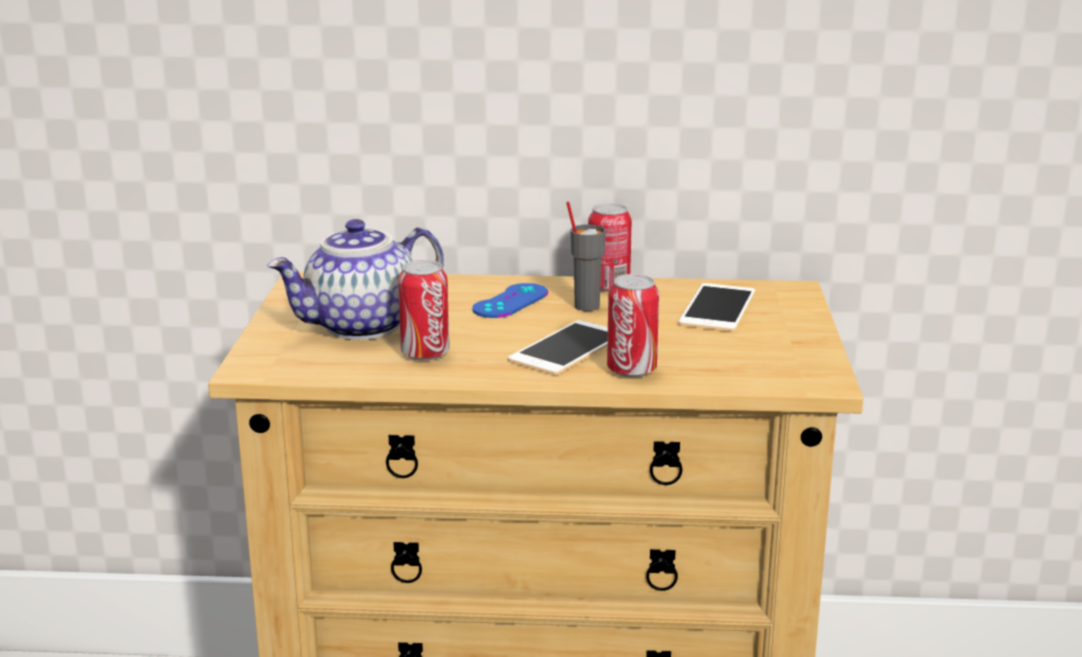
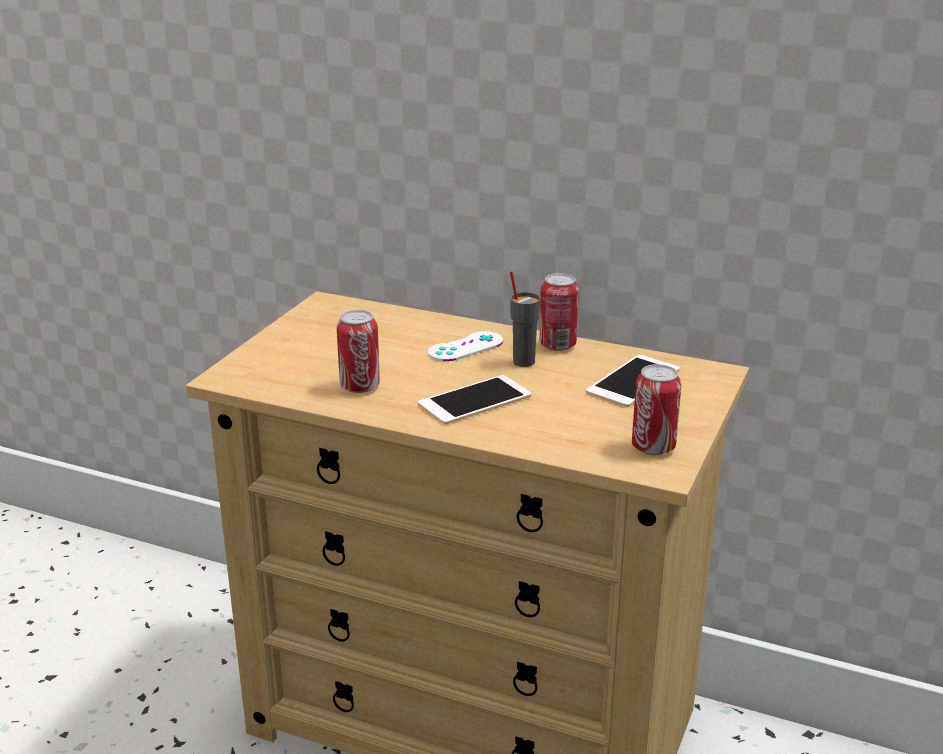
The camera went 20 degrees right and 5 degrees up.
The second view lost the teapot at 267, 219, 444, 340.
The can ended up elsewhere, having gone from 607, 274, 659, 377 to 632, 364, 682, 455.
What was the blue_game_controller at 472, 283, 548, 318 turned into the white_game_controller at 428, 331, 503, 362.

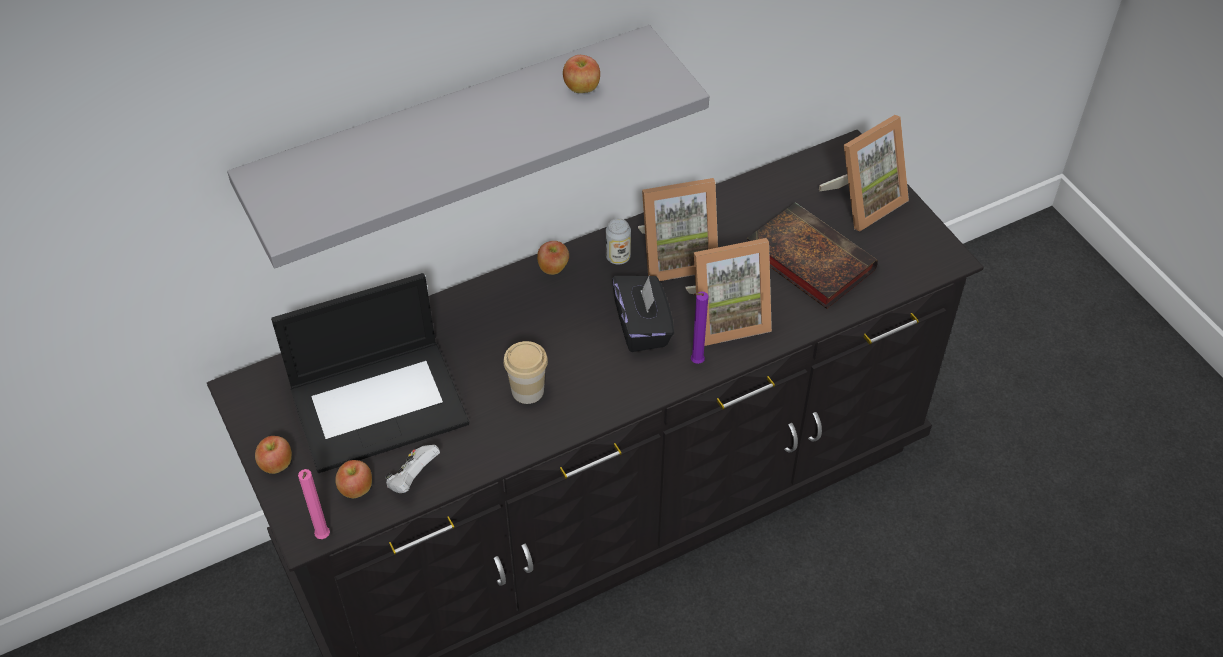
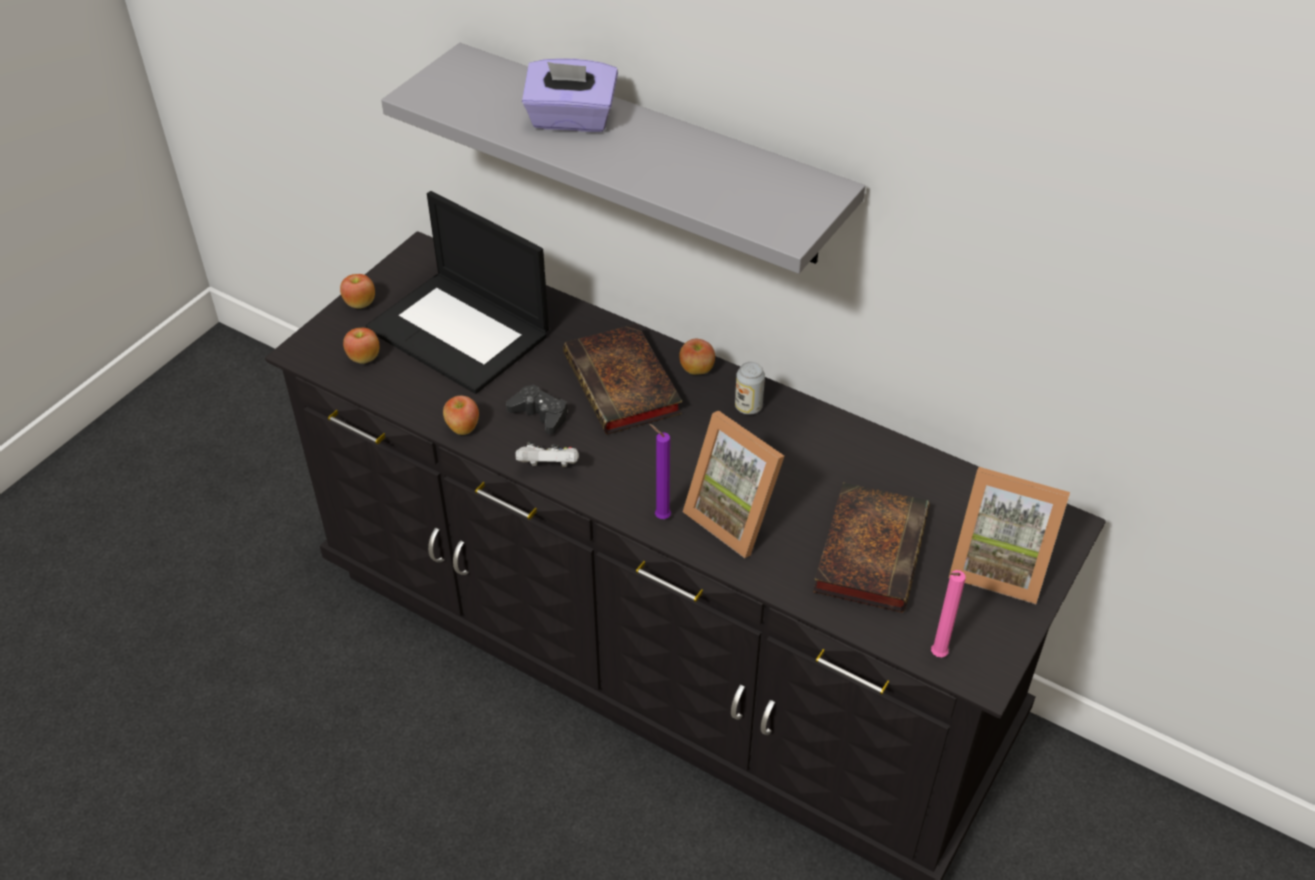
The camera went 60 degrees right and 5 degrees down.
The apple ended up elsewhere, having gone from 563, 55, 600, 93 to 443, 396, 479, 435.
The second view lost the picture_frame at 638, 178, 718, 281.
The second view lost the black_tissue_box at 612, 276, 674, 352.
Where the cup stood at 503, 341, 548, 404, the black_game_controller came to stand at 506, 384, 568, 434.
The white_game_controller ended up elsewhere, having gone from 385, 445, 440, 493 to 515, 442, 579, 467.
The pink_candle ended up elsewhere, having gone from 298, 469, 330, 539 to 931, 570, 966, 657.
The second view gained the purple_tissue_box at 522, 58, 618, 132.
The second view gained the book at 563, 324, 682, 435.

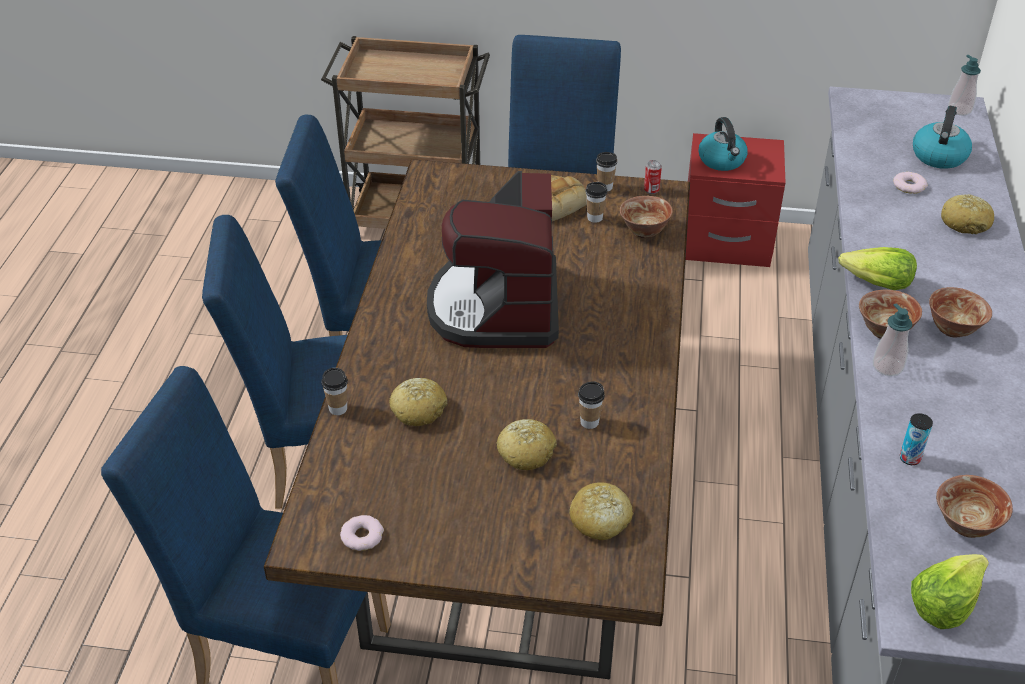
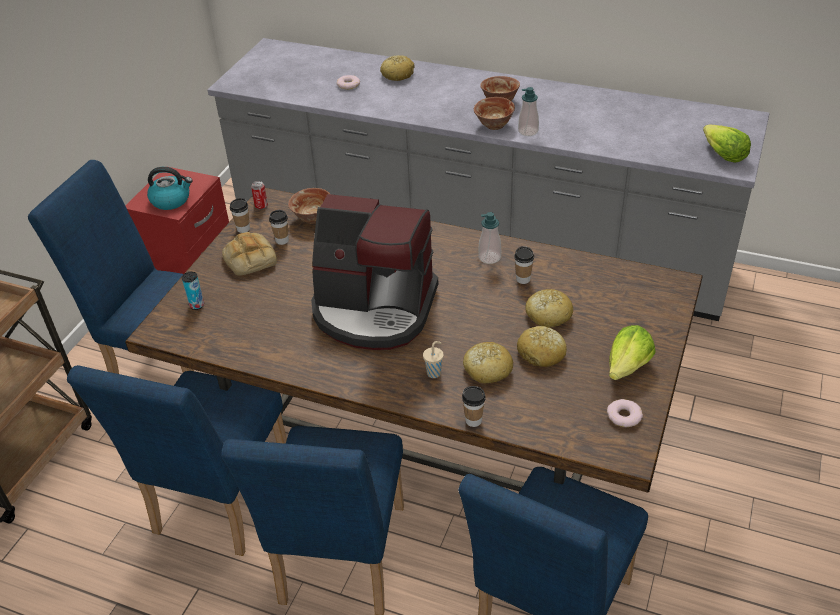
The camera went 75 degrees left and 0 degrees up.
The soap_dispenser ended up elsewhere, having gone from 948, 55, 981, 115 to 478, 212, 501, 264.
The second view lost the kettle at 913, 106, 972, 169.
The lettuce ended up elsewhere, having gone from 839, 247, 917, 290 to 609, 325, 656, 380.
The can ended up elsewhere, having gone from 900, 413, 933, 465 to 182, 272, 204, 310.
The second view lost the bowl at 936, 475, 1013, 538.
The bread ended up elsewhere, having gone from 569, 482, 633, 540 to 517, 326, 567, 367.
The second view gained the beige_cup at 423, 341, 444, 378.

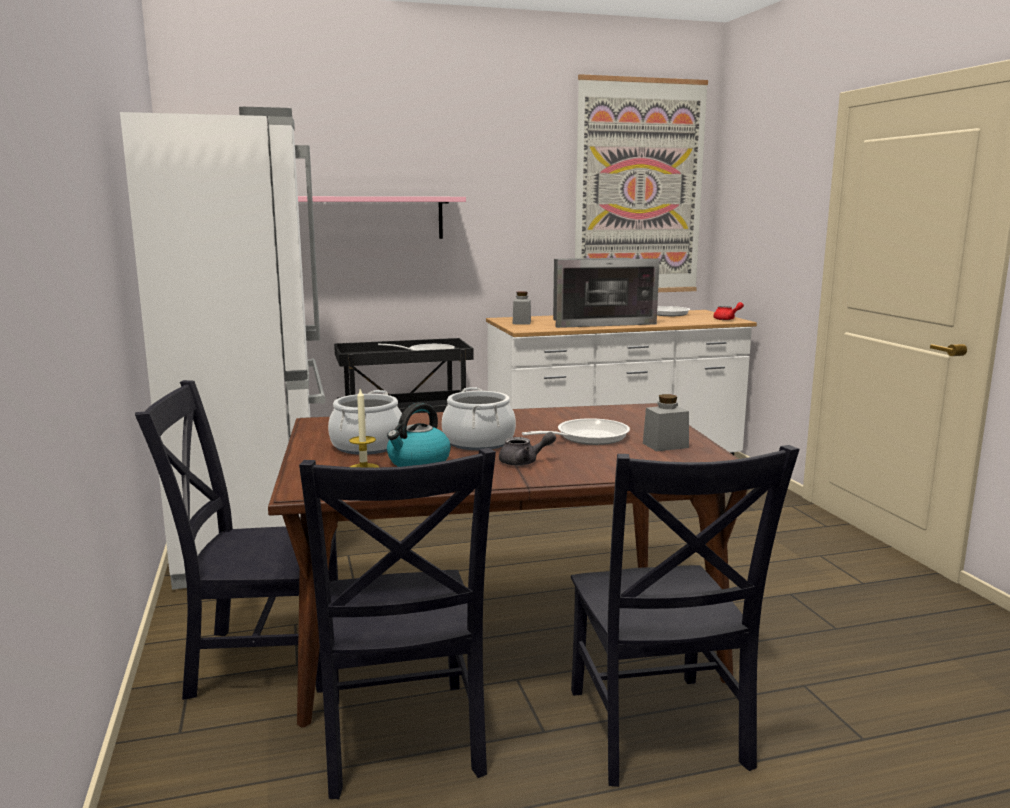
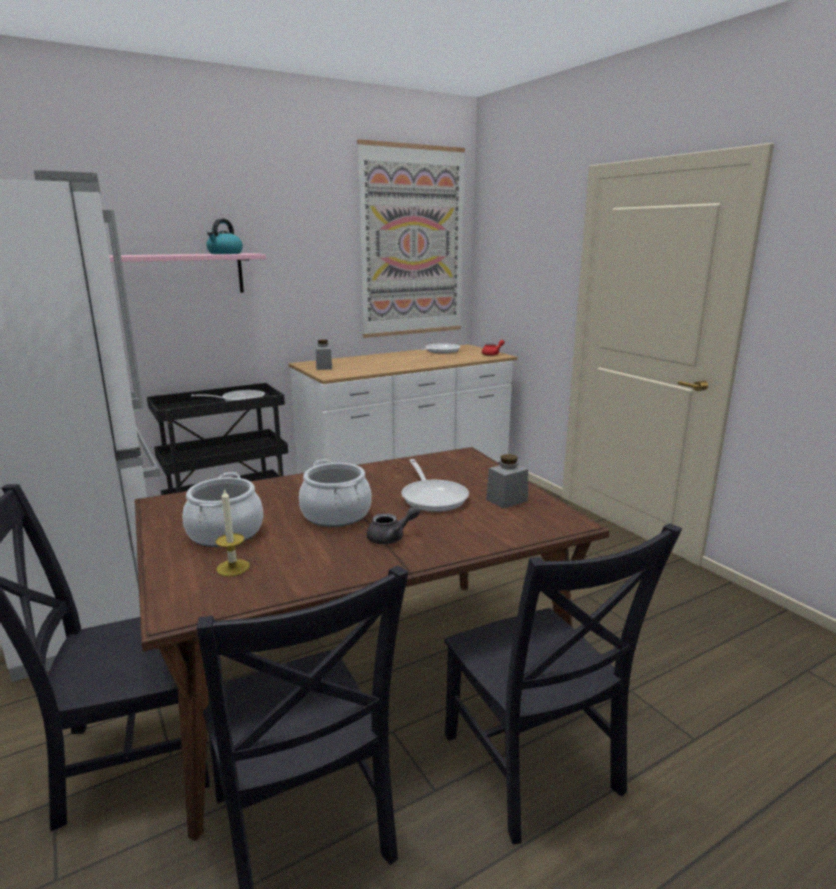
The camera went 15 degrees left and 5 degrees up.
The second view lost the microwave at 553, 258, 660, 328.
The kettle ended up elsewhere, having gone from 387, 403, 451, 467 to 206, 219, 243, 254.
The frying_pan at 522, 418, 630, 445 ended up facing another way, 120 degrees clockwise from before.

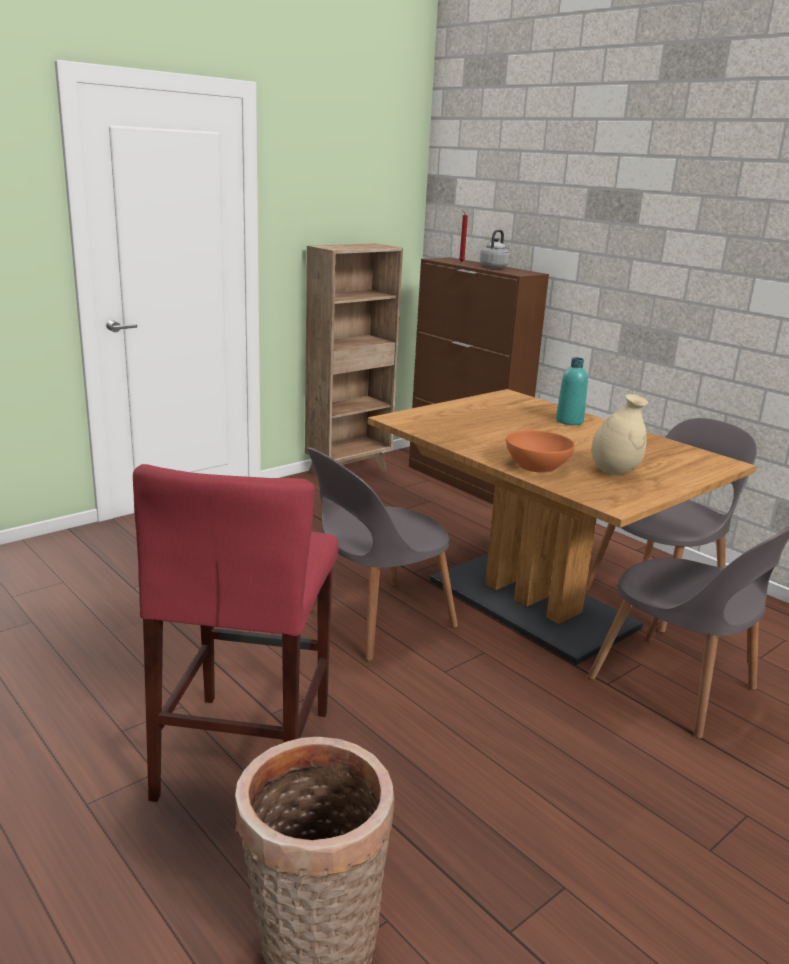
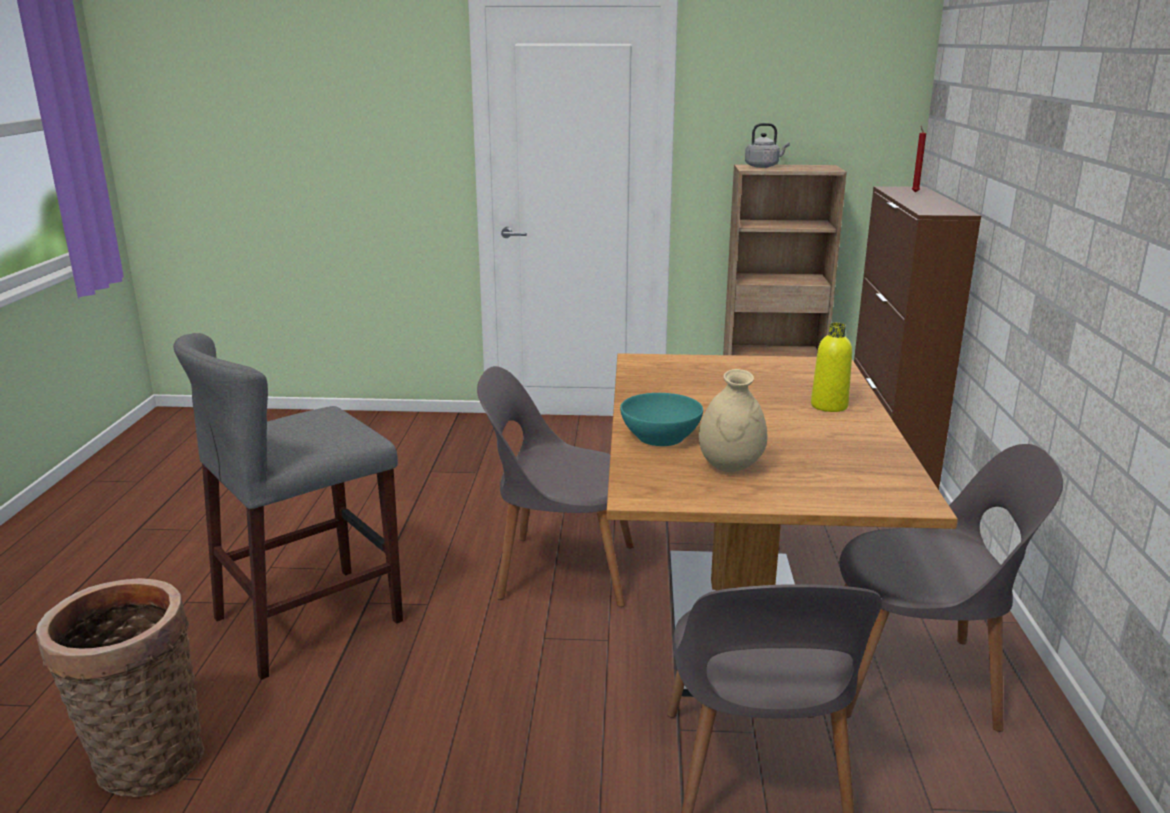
The camera went 45 degrees right and 0 degrees up.
The grey_kettle ended up elsewhere, having gone from 480, 230, 510, 269 to 745, 123, 790, 168.
What was the turquoise_bottle at 556, 357, 588, 425 turned into the yellow_bottle at 811, 323, 852, 412.
What was the orange_bowl at 506, 430, 575, 473 turned into the turquoise_bowl at 620, 393, 703, 446.
What was the red_stool at 133, 464, 339, 802 turned into the grey_stool at 173, 333, 403, 680.

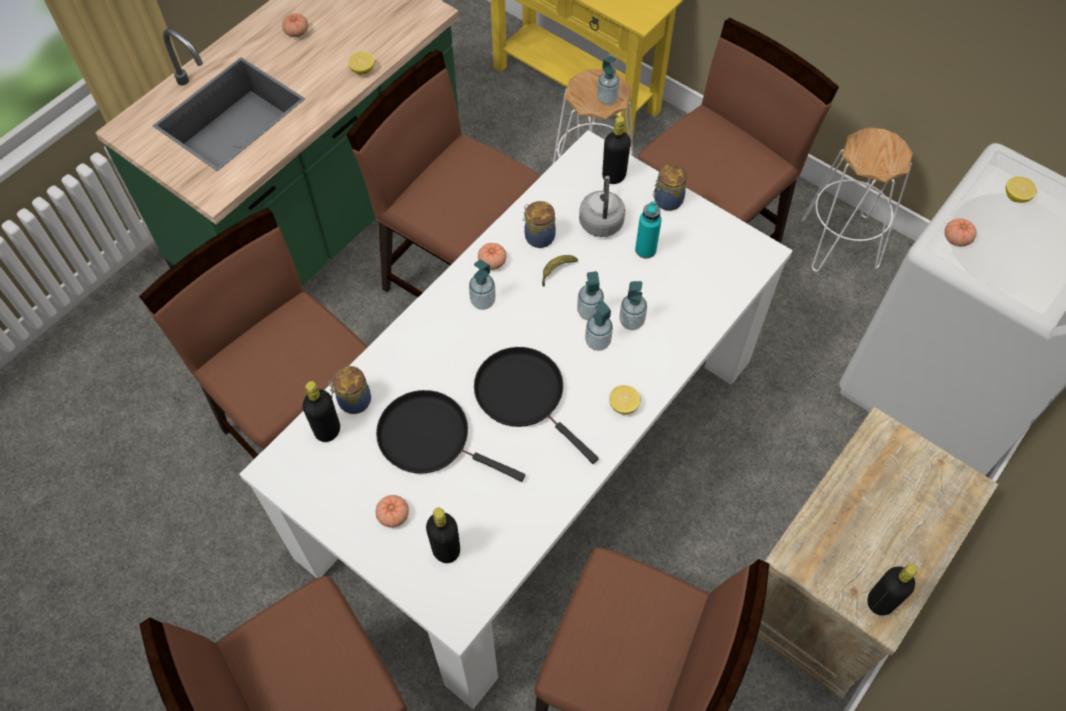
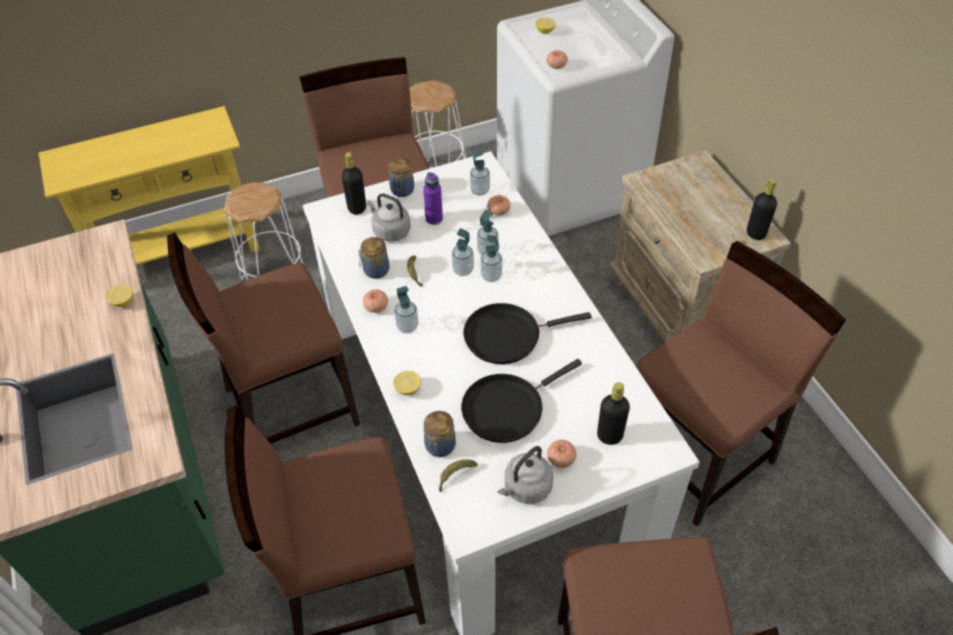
The camera went 60 degrees left and 10 degrees down.
The tomato ended up elsewhere, having gone from 282, 13, 308, 37 to 487, 195, 511, 216.
The soap_dispenser ended up elsewhere, having gone from 597, 56, 620, 105 to 470, 149, 490, 195.
What was the turquoise_bottle at 635, 201, 662, 259 turned into the purple_bottle at 423, 172, 443, 225.
Where the black_bottle stood at 303, 381, 340, 442, the banana came to stand at 439, 459, 478, 492.
The lemon ended up elsewhere, having gone from 609, 385, 641, 414 to 393, 371, 421, 395.
The second view gained the grey_kettle at 498, 446, 553, 504.

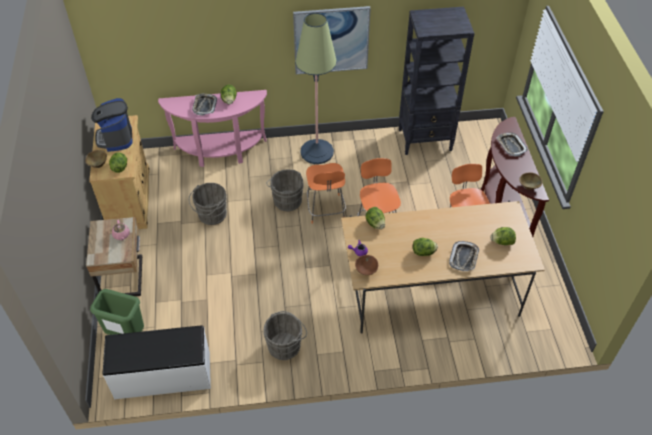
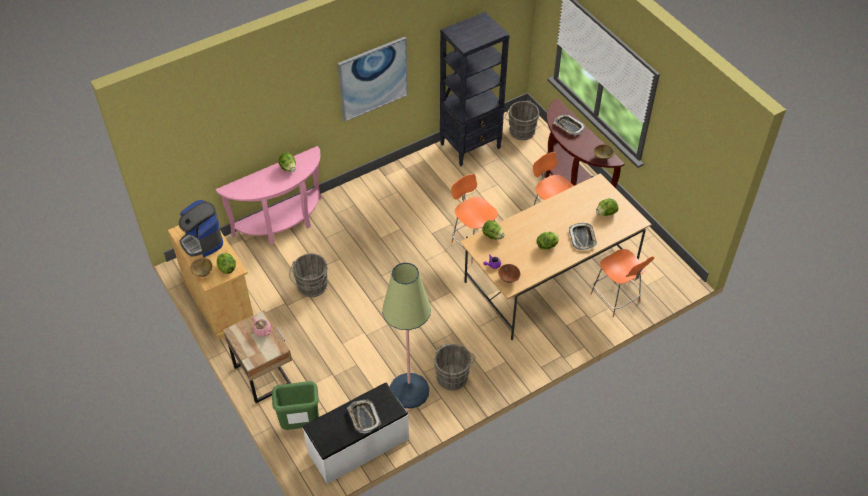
The camera went 25 degrees left and 0 degrees up.
The floor_lamp ended up elsewhere, having gone from 295, 13, 337, 164 to 382, 263, 431, 409.
The tray ended up elsewhere, having gone from 192, 94, 217, 116 to 347, 400, 381, 434.
The orange_stool ended up elsewhere, having gone from 306, 163, 346, 224 to 591, 249, 654, 317.
The grey_bucket ended up elsewhere, having gone from 266, 170, 303, 211 to 505, 101, 539, 140.

